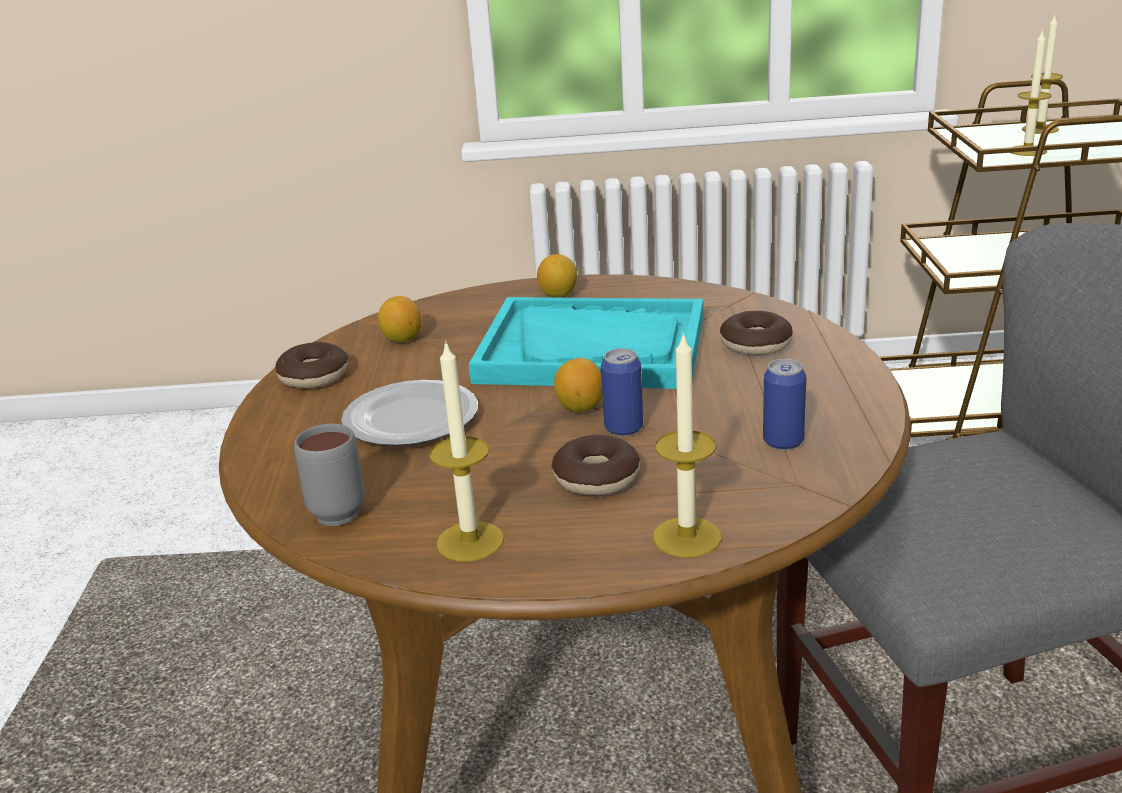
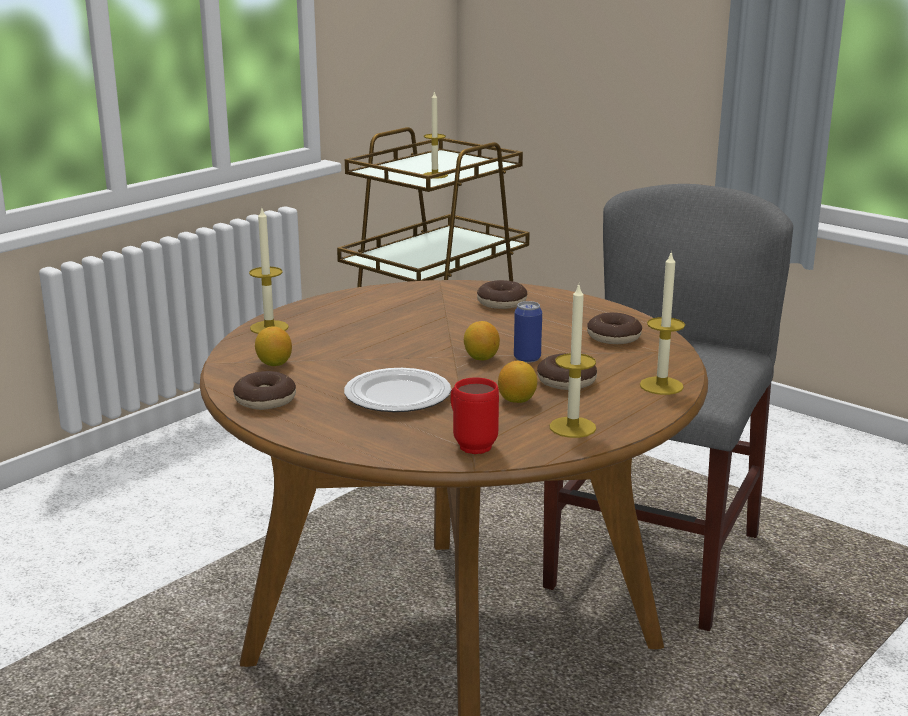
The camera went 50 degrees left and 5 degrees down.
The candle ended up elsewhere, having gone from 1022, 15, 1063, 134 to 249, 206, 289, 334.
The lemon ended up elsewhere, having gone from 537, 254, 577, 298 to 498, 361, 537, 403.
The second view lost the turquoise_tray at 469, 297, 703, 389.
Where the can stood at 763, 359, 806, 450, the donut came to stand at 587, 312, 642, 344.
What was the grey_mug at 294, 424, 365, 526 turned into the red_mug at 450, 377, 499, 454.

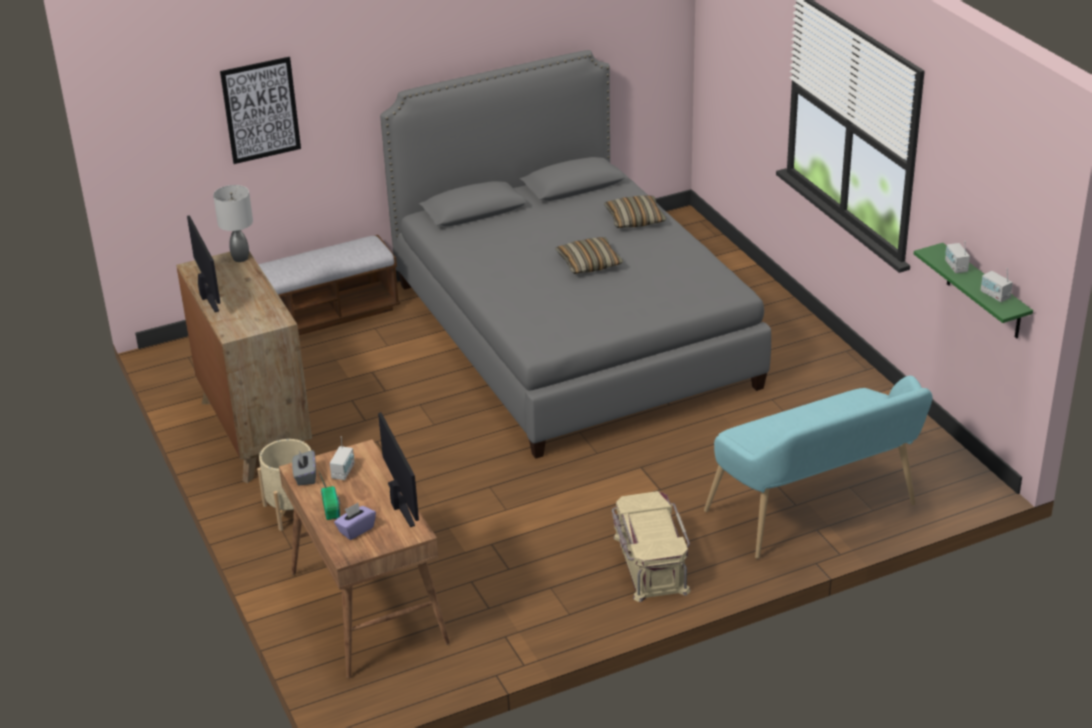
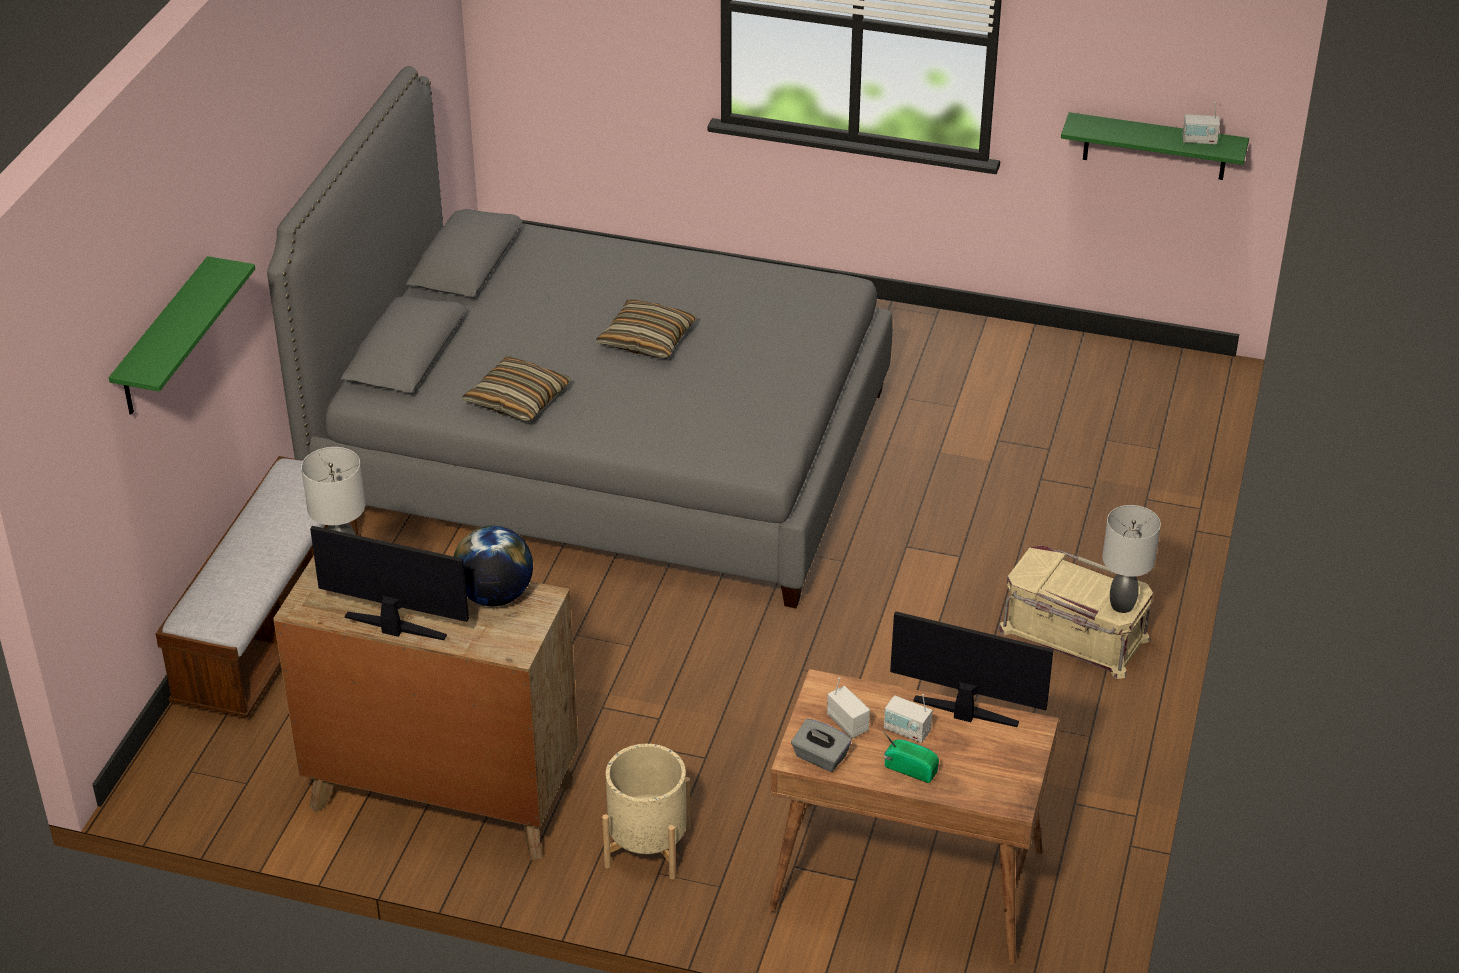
The camera went 50 degrees left and 5 degrees up.
Where the picture hung at 220, 57, 301, 164, the green_shelf came to hang at 109, 256, 255, 415.
The pillow ended up elsewhere, having gone from 604, 195, 666, 228 to 462, 356, 571, 422.
The radio ended up elsewhere, having gone from 945, 241, 970, 273 to 884, 694, 932, 743.
The second view lost the turquoise_bench at 704, 376, 932, 559.
The second view lost the purple_tissue_box at 334, 503, 376, 540.
The second view gained the grey_table_lamp at 1102, 505, 1161, 613.
The second view gained the globe at 453, 526, 533, 606.

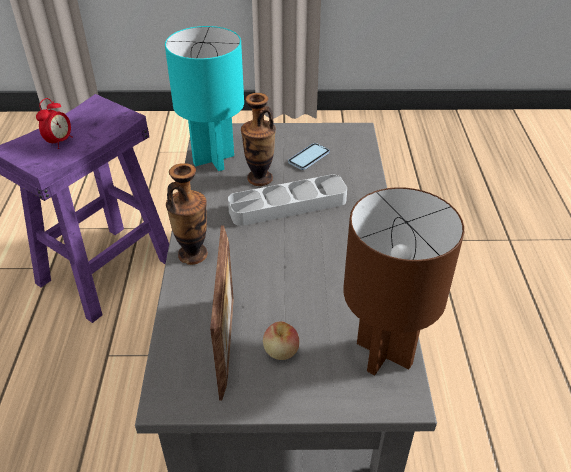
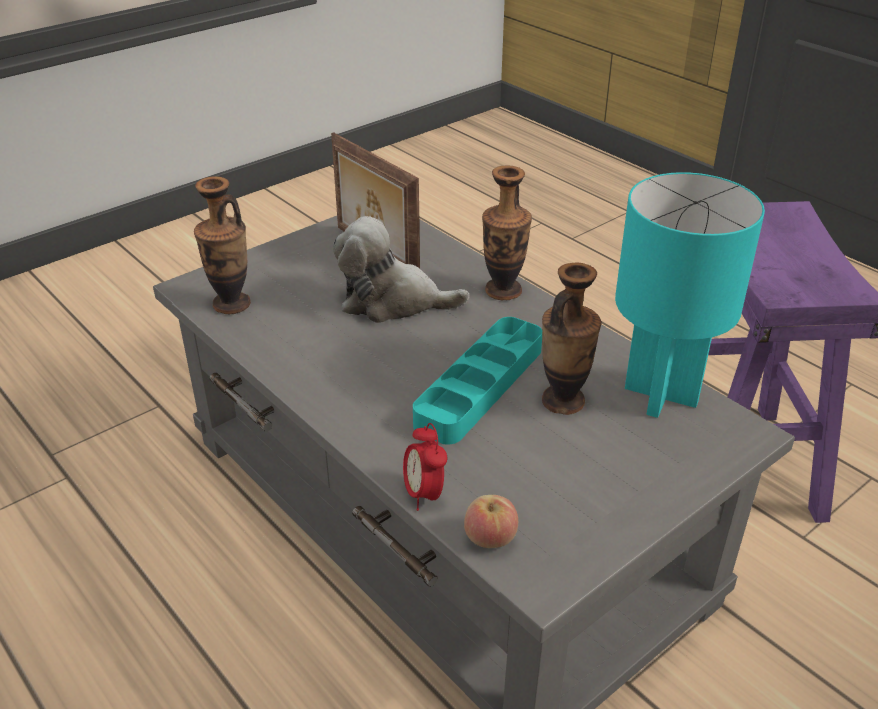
The camera went 140 degrees right and 5 degrees down.
The alarm_clock ended up elsewhere, having gone from 36, 98, 73, 149 to 403, 423, 447, 511.
The second view lost the phone at 288, 143, 330, 170.
What was the grey_tray at 228, 175, 347, 226 turned into the turquoise_tray at 413, 317, 542, 445.
Where the brown_table_lamp stood at 343, 187, 464, 375, the vase came to stand at 194, 176, 251, 314.
The apple ended up elsewhere, having gone from 263, 321, 299, 360 to 464, 495, 518, 548.
The second view gained the plush_toy at 333, 216, 469, 323.

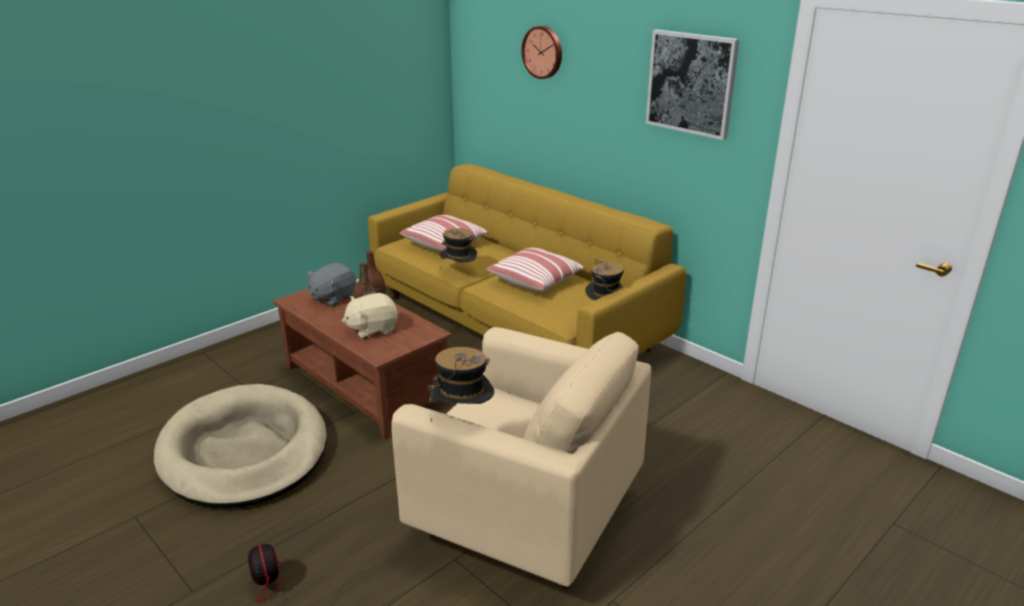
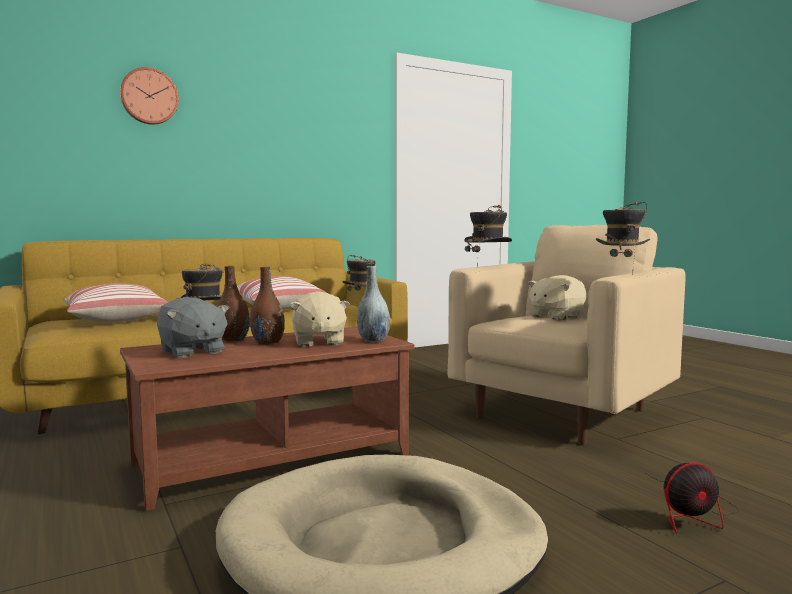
The camera went 75 degrees left and 20 degrees down.
The second view lost the picture at 646, 30, 739, 140.
The second view gained the hat at 464, 205, 512, 267.
The second view gained the grey_vase at 357, 266, 390, 343.
The second view gained the beige_plush_toy at 529, 275, 587, 321.

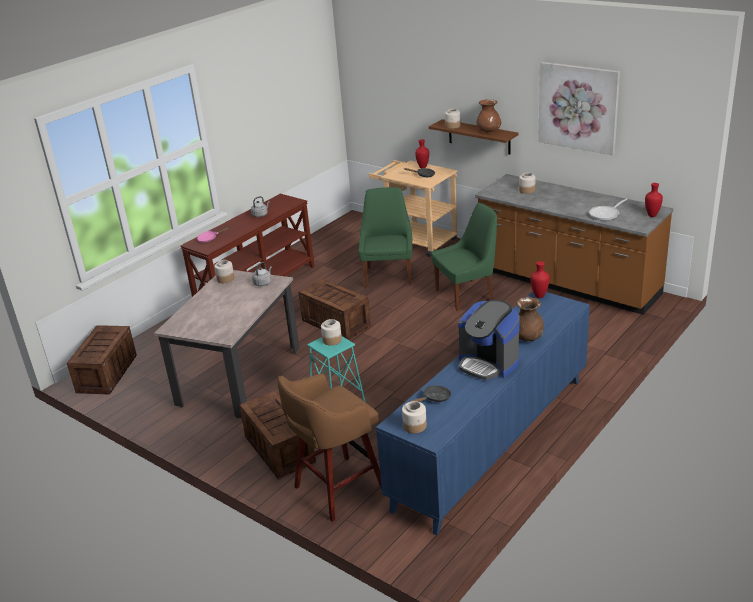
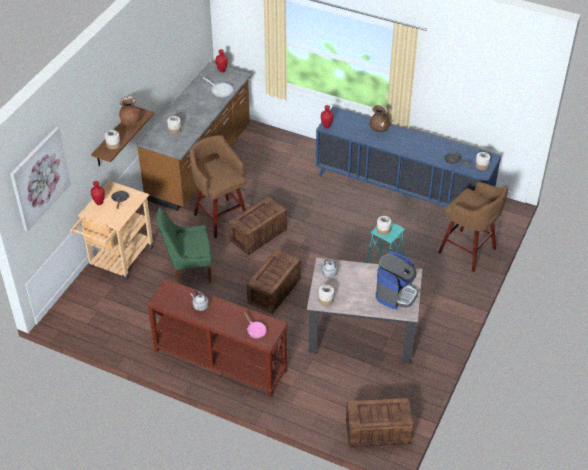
The camera went 105 degrees left and 15 degrees up.
The picture ended up elsewhere, having gone from 538, 62, 620, 155 to 10, 127, 71, 232.
Where the green_chair stood at 431, 203, 497, 311, the brown_stool came to stand at 190, 135, 247, 239.
The coffee_machine ended up elsewhere, having gone from 458, 300, 520, 380 to 376, 252, 418, 309.
The crate ended up elsewhere, having gone from 239, 390, 316, 479 to 229, 196, 287, 255.

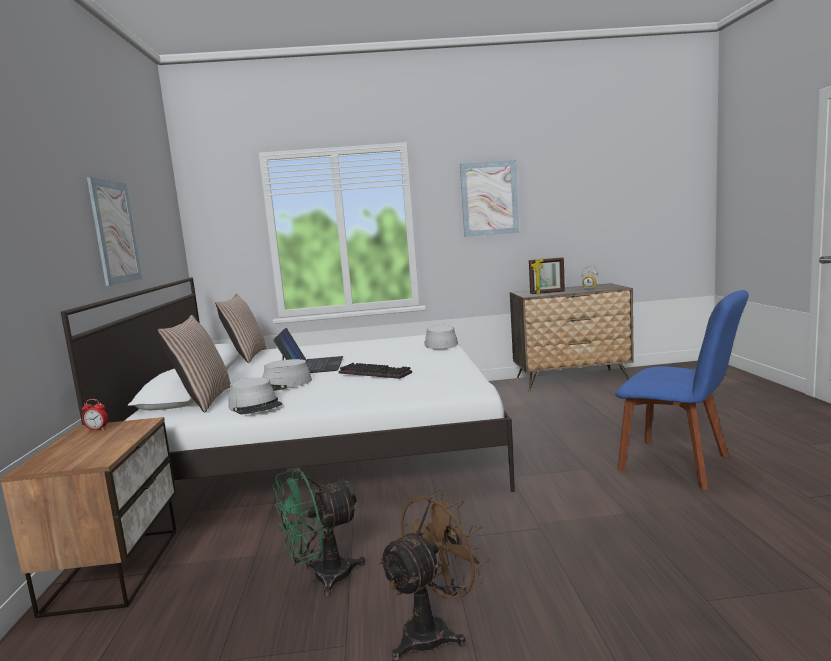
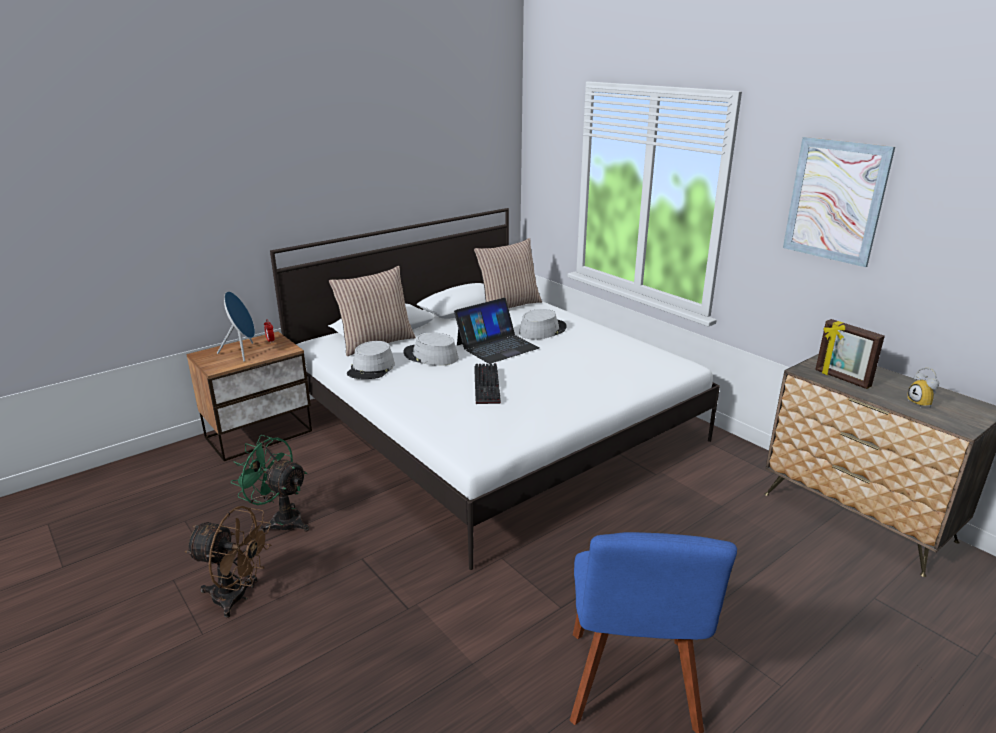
The camera went 55 degrees right and 15 degrees up.
The second view lost the picture at 87, 177, 142, 286.
The grey_hat ended up elsewhere, having gone from 424, 325, 458, 349 to 519, 309, 566, 339.
The second view gained the blue_speaker at 217, 291, 255, 362.

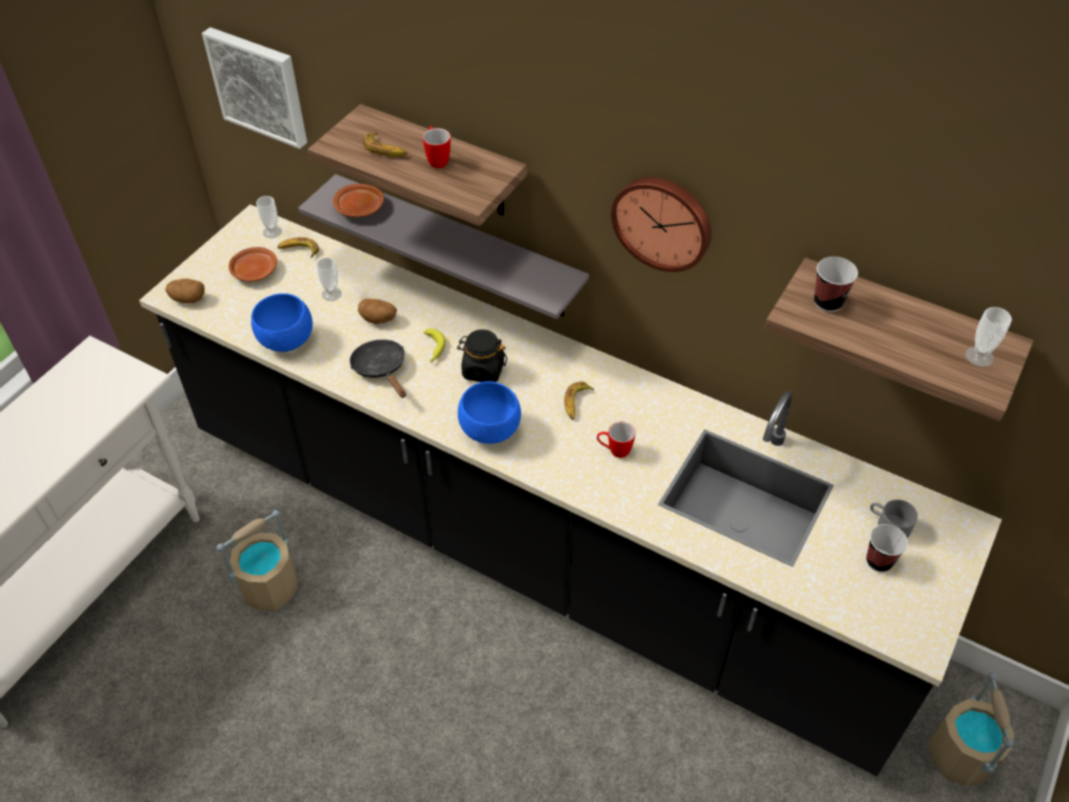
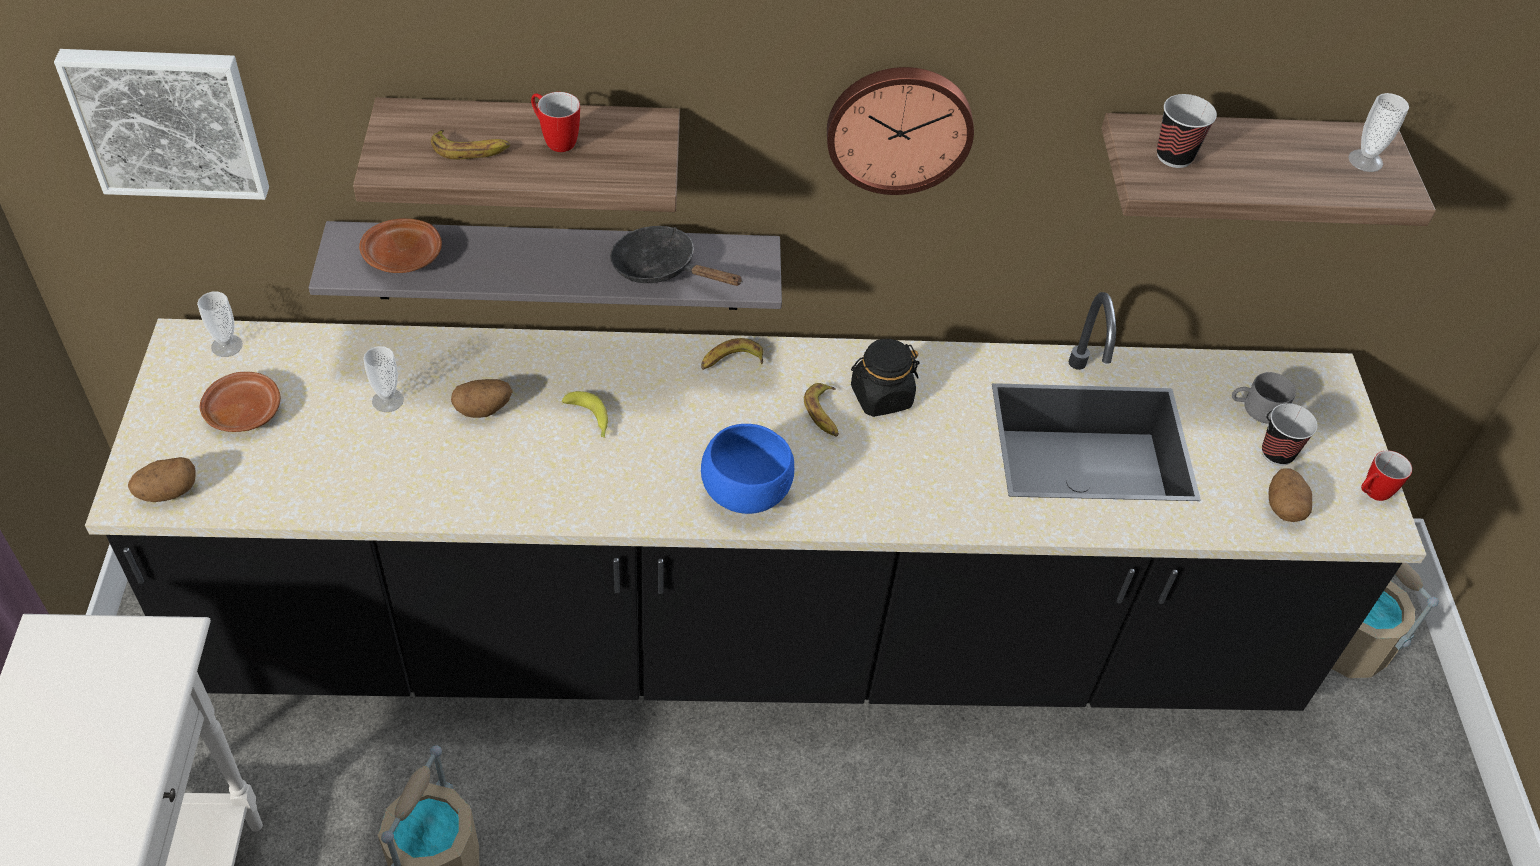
The camera went 35 degrees left and 0 degrees up.
The banana ended up elsewhere, having gone from 277, 237, 319, 258 to 701, 338, 763, 370.
The second view lost the blue_bowl at 251, 293, 313, 352.
The black_jar ended up elsewhere, having gone from 457, 329, 507, 382 to 851, 339, 920, 417.
The black_frying_pan ended up elsewhere, having gone from 350, 339, 406, 398 to 610, 226, 743, 286.
The mug ended up elsewhere, having gone from 597, 422, 636, 458 to 1361, 451, 1412, 501.
The second view gained the potato at 1269, 469, 1312, 522.

